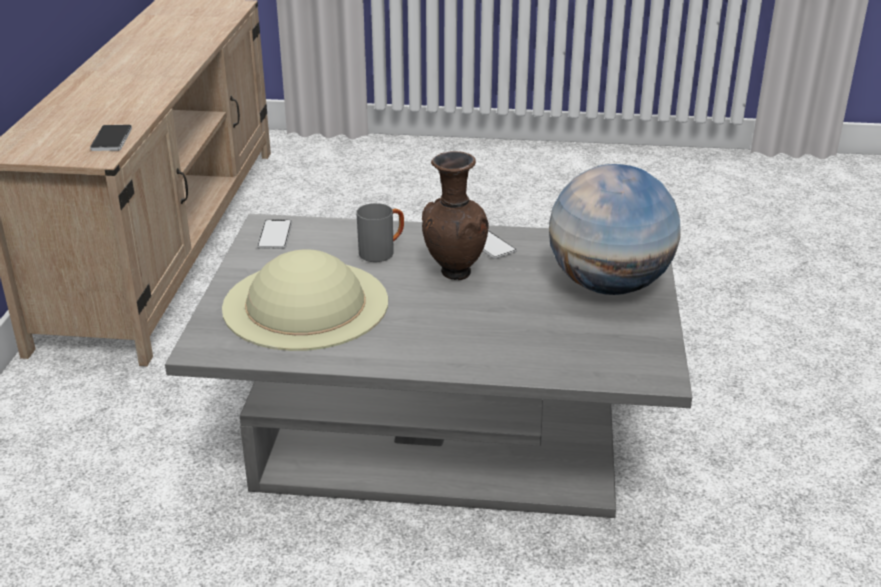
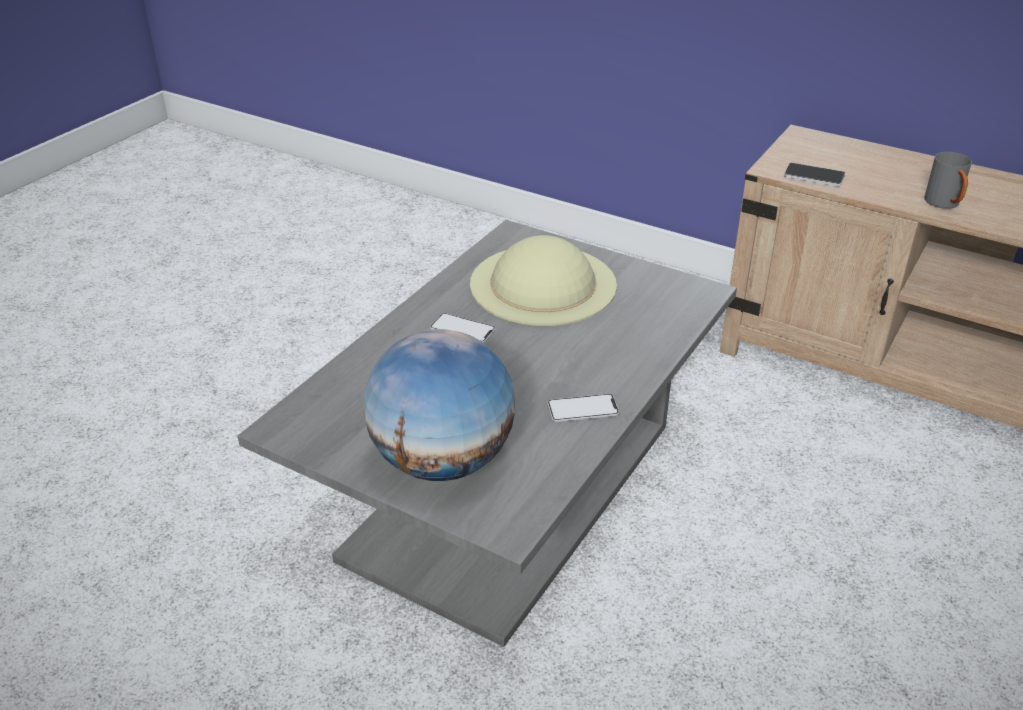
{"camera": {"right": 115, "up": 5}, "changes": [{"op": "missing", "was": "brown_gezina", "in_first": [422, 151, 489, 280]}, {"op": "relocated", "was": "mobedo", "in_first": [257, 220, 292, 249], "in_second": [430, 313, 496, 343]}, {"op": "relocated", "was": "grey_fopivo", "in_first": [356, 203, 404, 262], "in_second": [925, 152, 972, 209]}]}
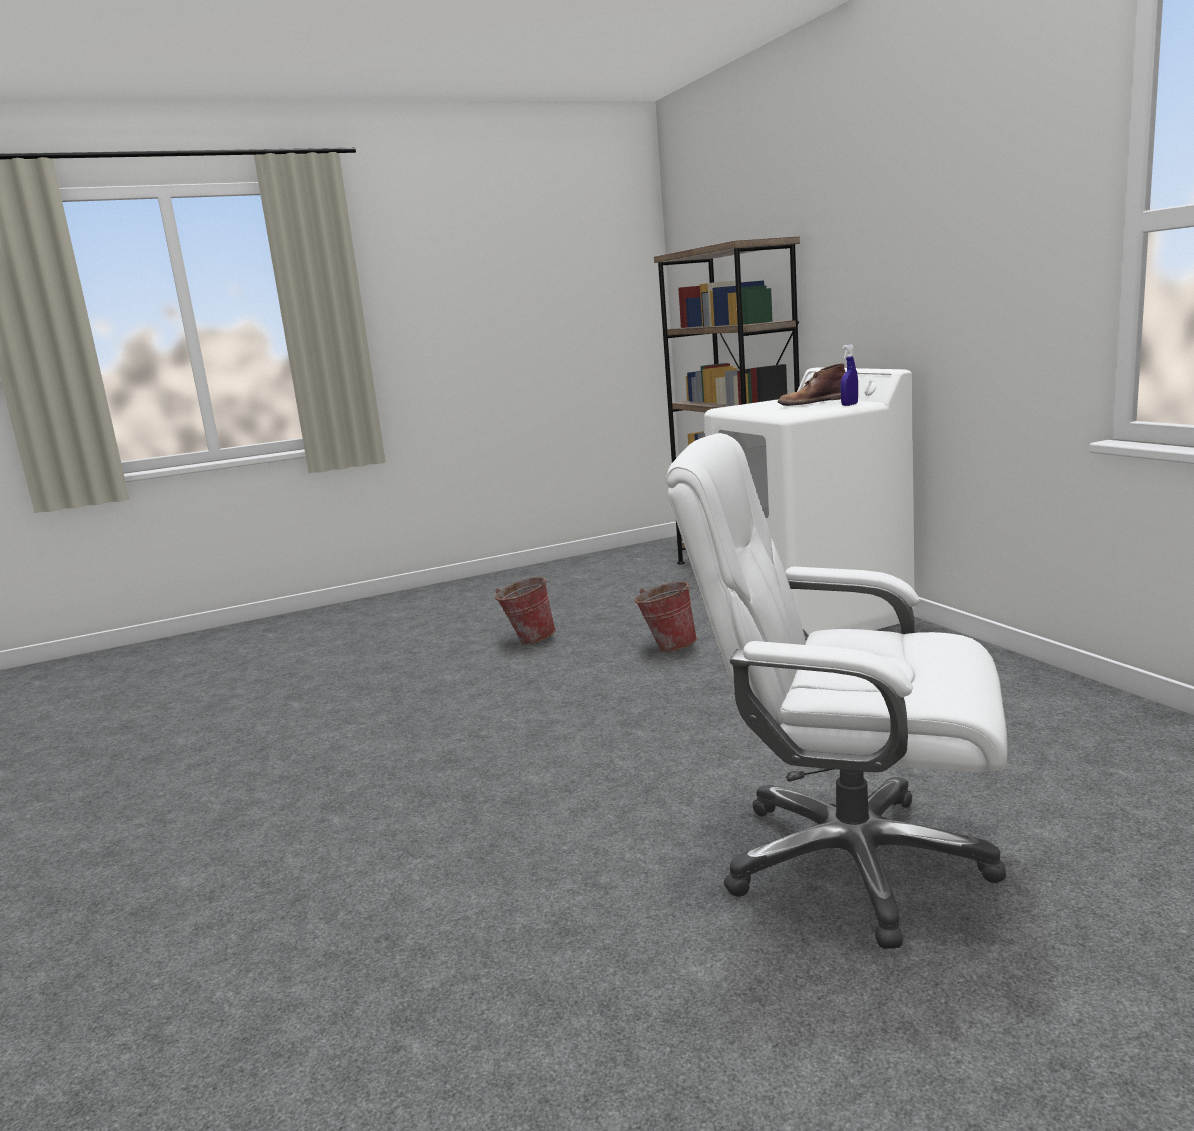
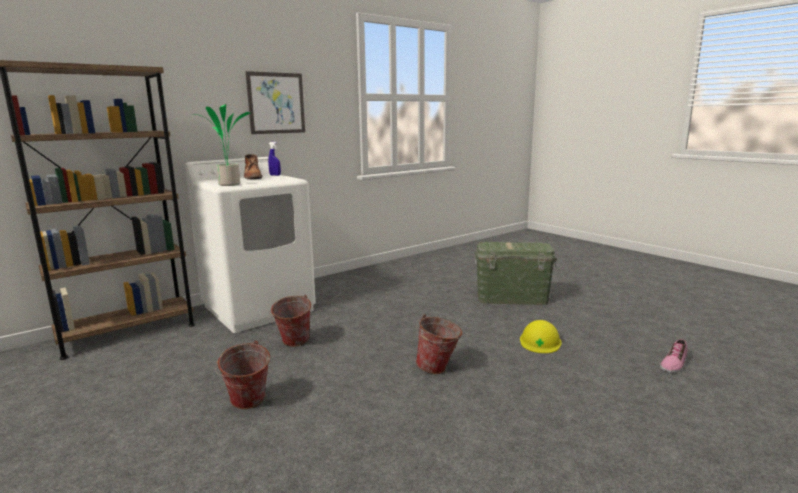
{"camera": {"right": -105, "up": 0}, "changes": [{"op": "appeared", "now": "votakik", "in_second": [193, 104, 250, 186]}, {"op": "appeared", "now": "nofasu", "in_second": [245, 71, 305, 134]}, {"op": "appeared", "now": "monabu", "in_second": [416, 314, 462, 374]}, {"op": "appeared", "now": "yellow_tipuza", "in_second": [520, 320, 562, 353]}, {"op": "appeared", "now": "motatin", "in_second": [660, 339, 687, 373]}, {"op": "exchanged", "was": "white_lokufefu", "now": "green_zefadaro", "in_first": [666, 433, 1007, 949], "in_second": [475, 242, 557, 305]}]}
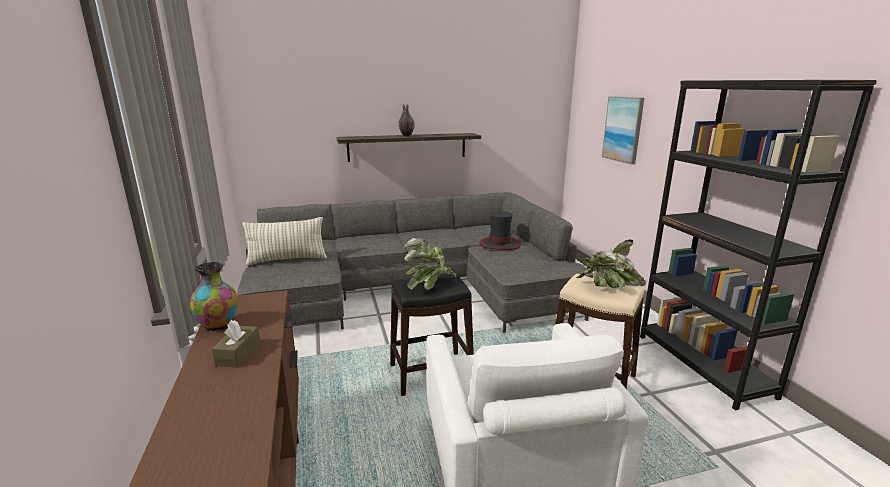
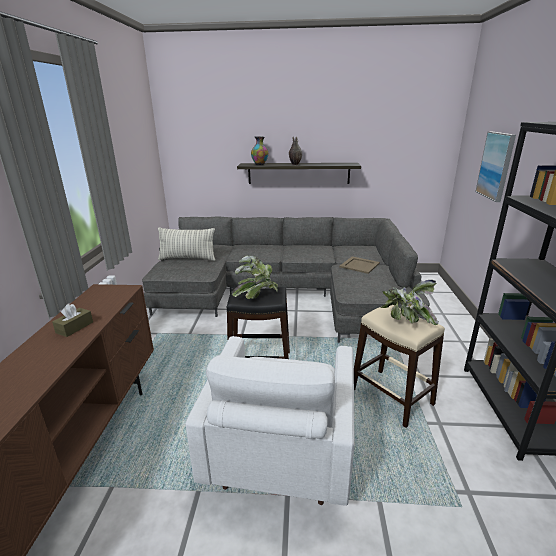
{"camera": {"right": 20, "up": 5}, "changes": [{"op": "relocated", "was": "gezina", "in_first": [190, 262, 238, 331], "in_second": [251, 136, 268, 165]}, {"op": "exchanged", "was": "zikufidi", "now": "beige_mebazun", "in_first": [479, 211, 521, 250], "in_second": [339, 256, 380, 274]}]}
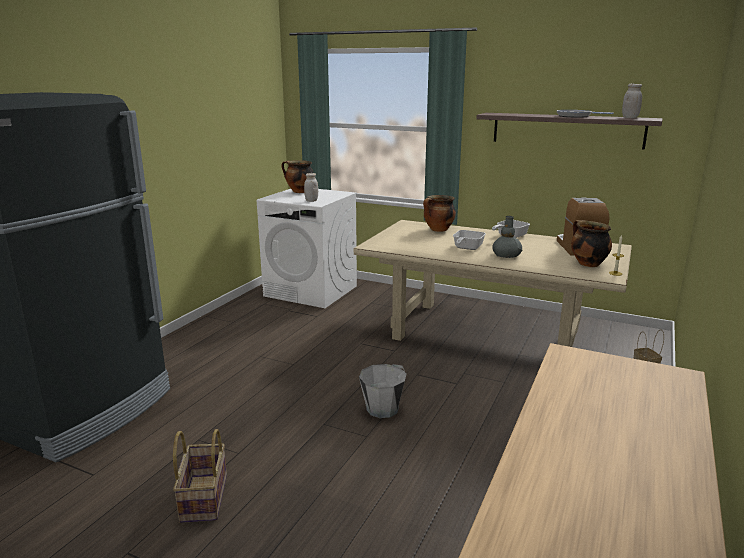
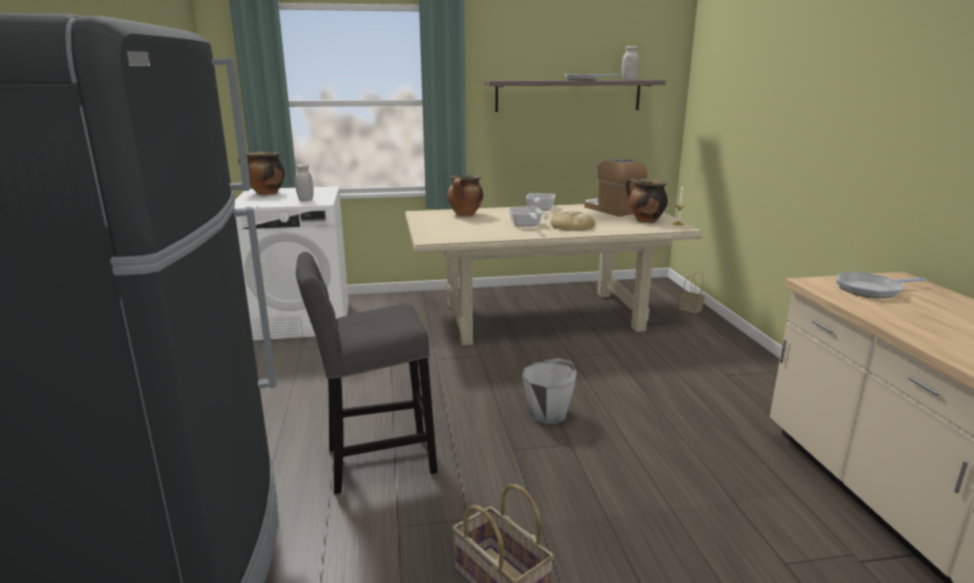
{"camera": {"right": -35, "up": 0}, "changes": [{"op": "appeared", "now": "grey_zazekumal", "in_second": [296, 252, 438, 494]}, {"op": "appeared", "now": "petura", "in_second": [836, 272, 926, 298]}, {"op": "exchanged", "was": "grey_gezina", "now": "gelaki", "in_first": [492, 216, 522, 258], "in_second": [551, 211, 595, 231]}]}
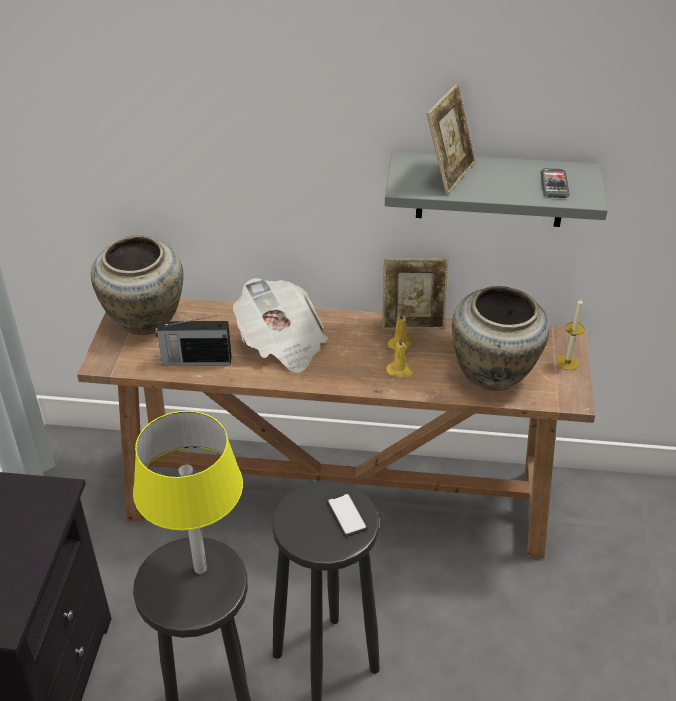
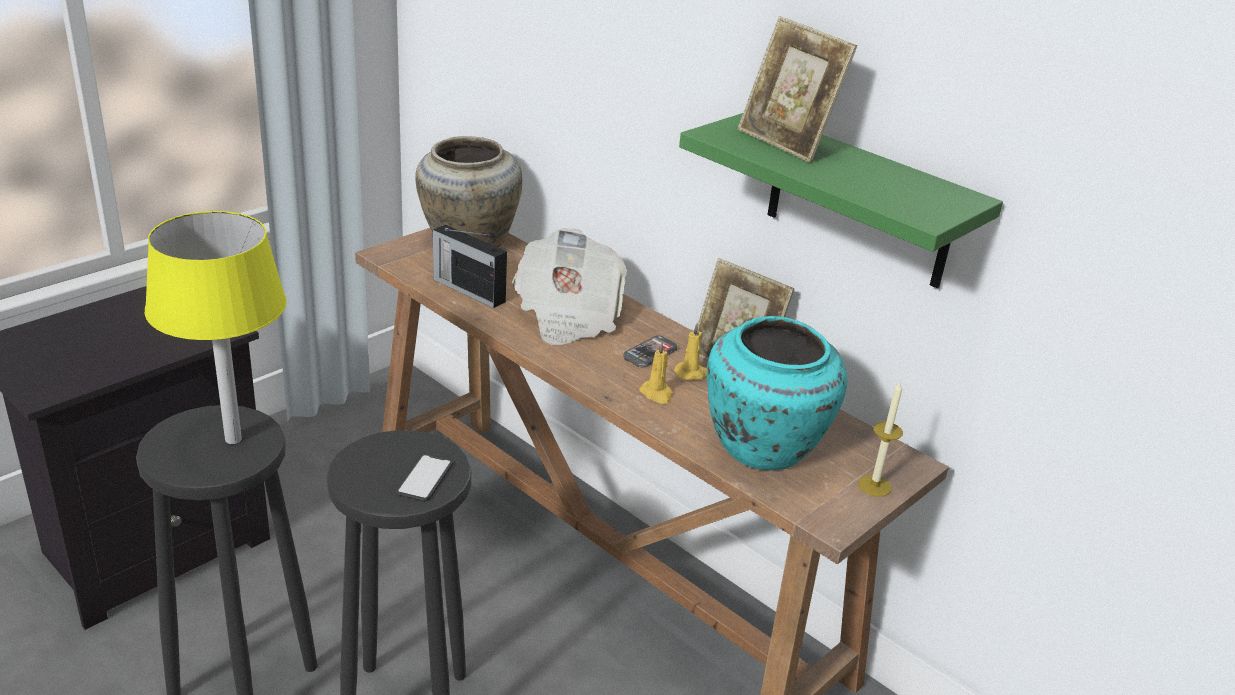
{"camera": {"right": 35, "up": -10}, "changes": [{"op": "relocated", "was": "mobedo", "in_first": [541, 168, 570, 198], "in_second": [623, 335, 677, 368]}, {"op": "colour", "was": "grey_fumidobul", "now": "green_fumidobul", "in_first": [385, 152, 608, 227], "in_second": [679, 113, 1003, 289]}, {"op": "colour", "was": "beige_gezina", "now": "turquoise_gezina", "in_first": [452, 286, 550, 391], "in_second": [707, 316, 847, 470]}, {"op": "spun", "was": "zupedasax", "in_first": [427, 83, 476, 195], "in_second": [737, 16, 857, 163], "clockwise": 75}]}
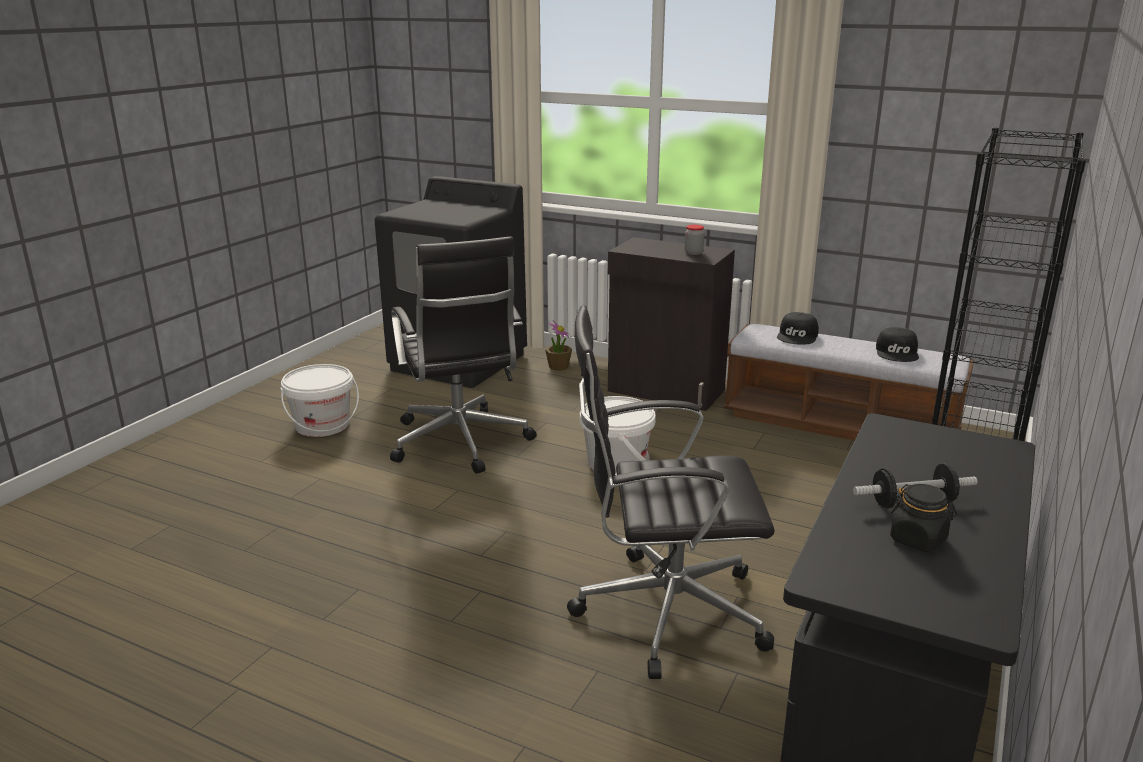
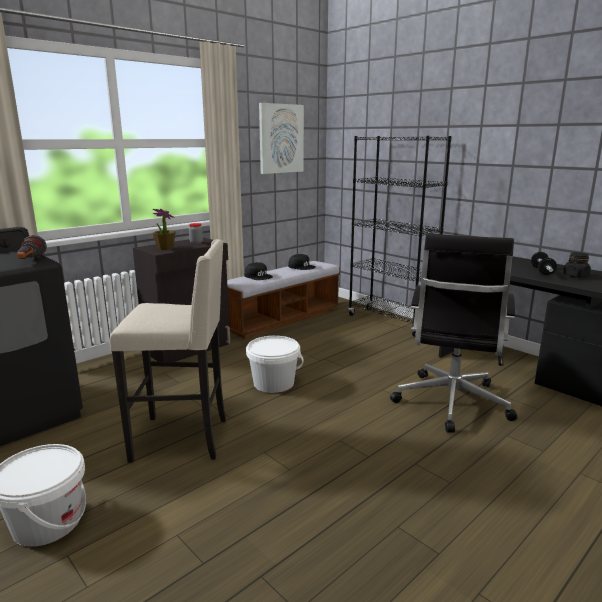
{"camera": {"right": -70, "up": -5}, "changes": [{"op": "appeared", "now": "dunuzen", "in_second": [17, 235, 47, 259]}, {"op": "appeared", "now": "nofasu", "in_second": [259, 103, 304, 174]}, {"op": "relocated", "was": "votakik", "in_first": [545, 320, 572, 371], "in_second": [152, 209, 176, 250]}, {"op": "exchanged", "was": "black_lokufefu", "now": "beige_zazekumal", "in_first": [390, 236, 537, 474], "in_second": [110, 239, 226, 463]}]}
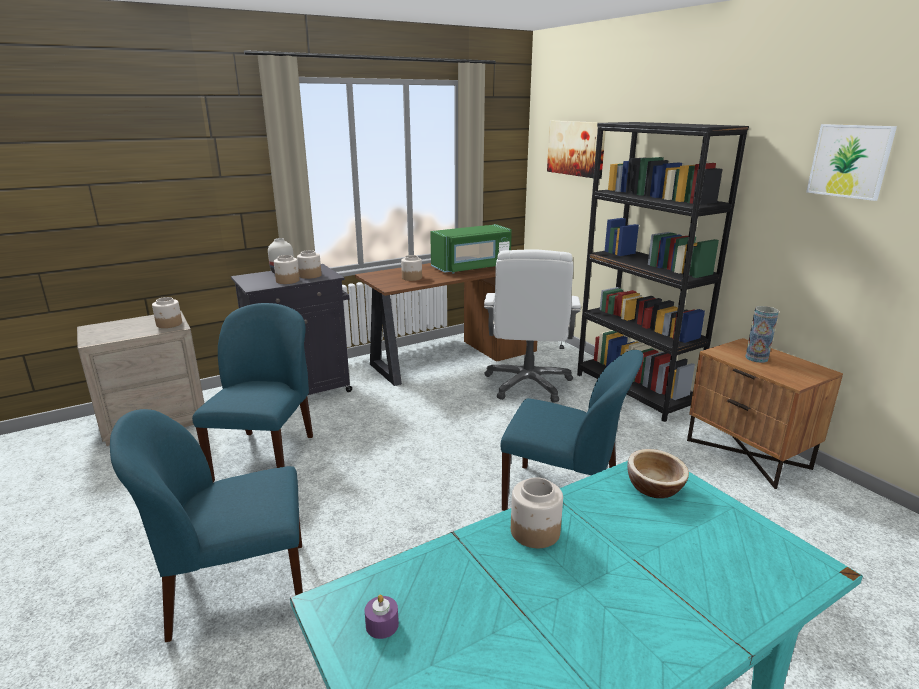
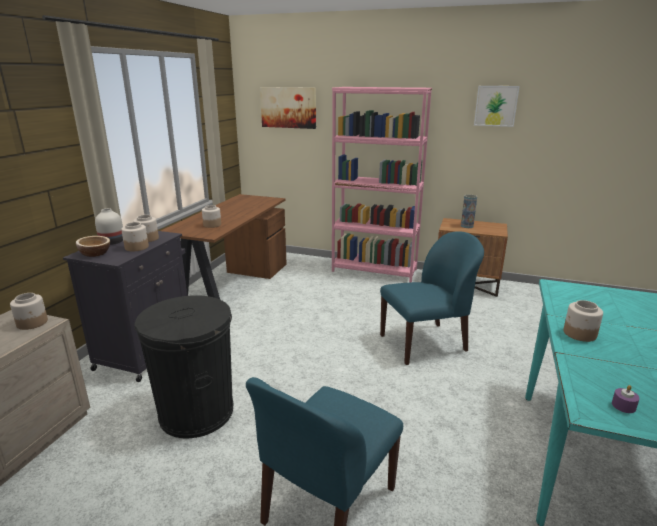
{"camera": {"right": -40, "up": 0}, "changes": [{"op": "missing", "was": "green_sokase", "in_first": [430, 224, 512, 273]}, {"op": "missing", "was": "white_lokufefu", "in_first": [484, 249, 581, 403]}, {"op": "relocated", "was": "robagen", "in_first": [627, 449, 689, 498], "in_second": [76, 236, 110, 257]}, {"op": "exchanged", "was": "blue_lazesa", "now": "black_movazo", "in_first": [192, 303, 313, 482], "in_second": [134, 295, 233, 438]}, {"op": "colour", "was": "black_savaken", "now": "pink_savaken", "in_first": [577, 122, 749, 422], "in_second": [332, 87, 432, 282]}]}
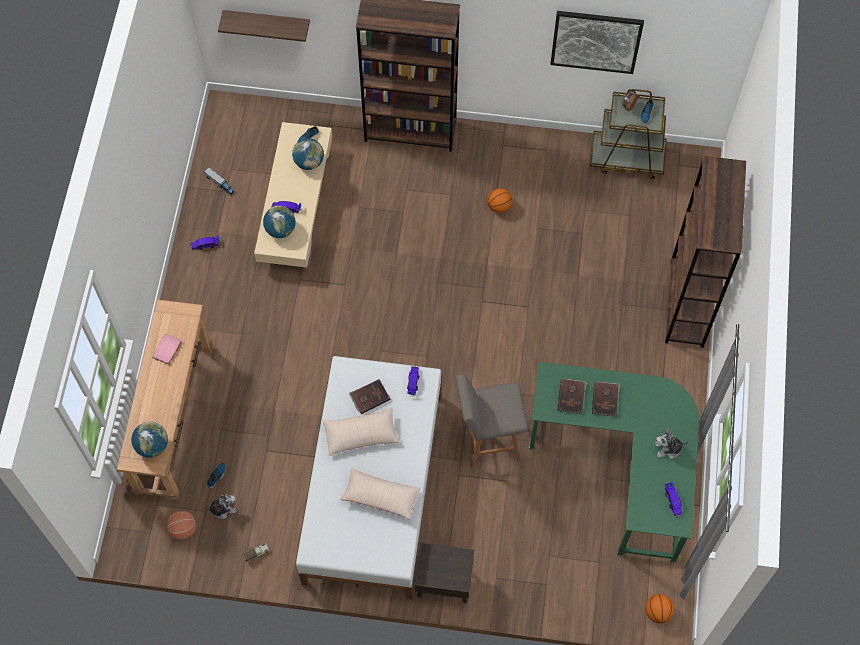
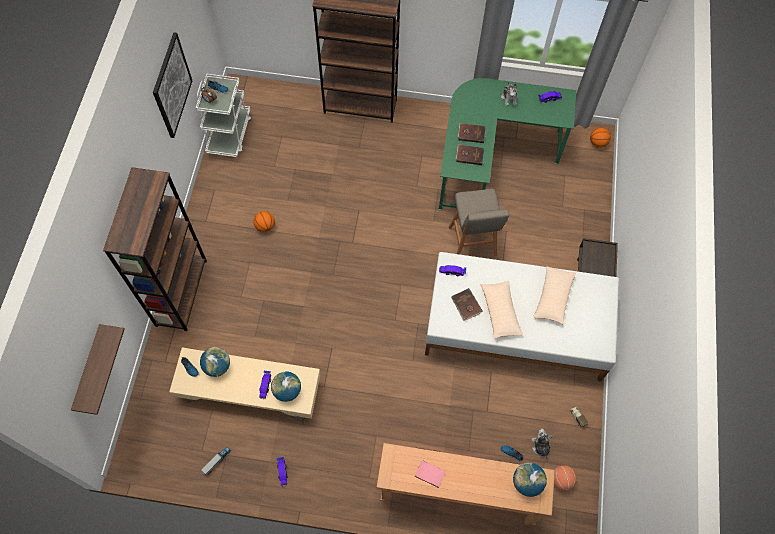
{"camera": {"right": -90, "up": 0}, "changes": [{"op": "colour", "was": "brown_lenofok", "now": "white_lenofok", "in_first": [590, 89, 667, 179], "in_second": [196, 74, 251, 157]}]}
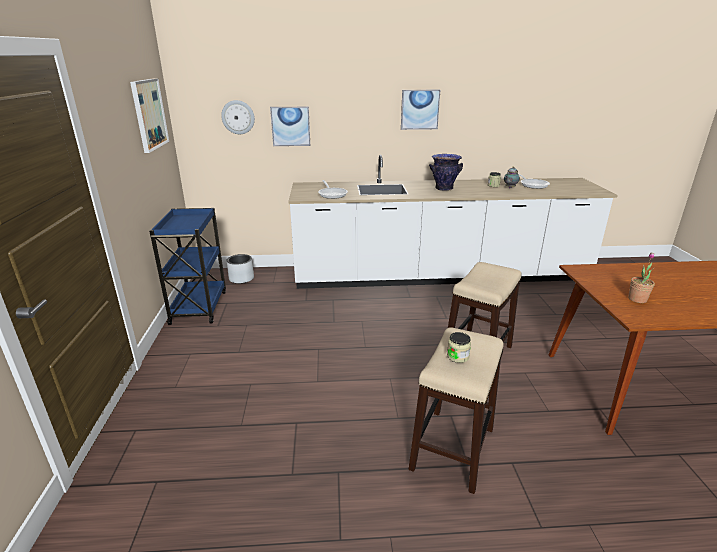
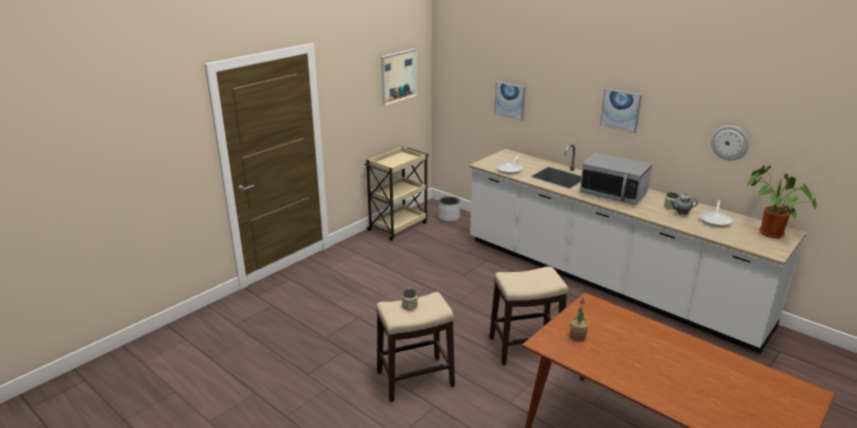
{"camera": {"right": 45, "up": 0}, "changes": [{"op": "appeared", "now": "votakik", "in_second": [747, 165, 817, 238]}, {"op": "relocated", "was": "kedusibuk", "in_first": [221, 100, 255, 134], "in_second": [711, 125, 749, 161]}, {"op": "exchanged", "was": "gezina", "now": "sokase", "in_first": [429, 154, 463, 191], "in_second": [580, 152, 652, 205]}, {"op": "colour", "was": "blue_lenofok", "now": "beige_lenofok", "in_first": [149, 208, 226, 325], "in_second": [364, 146, 429, 241]}]}
